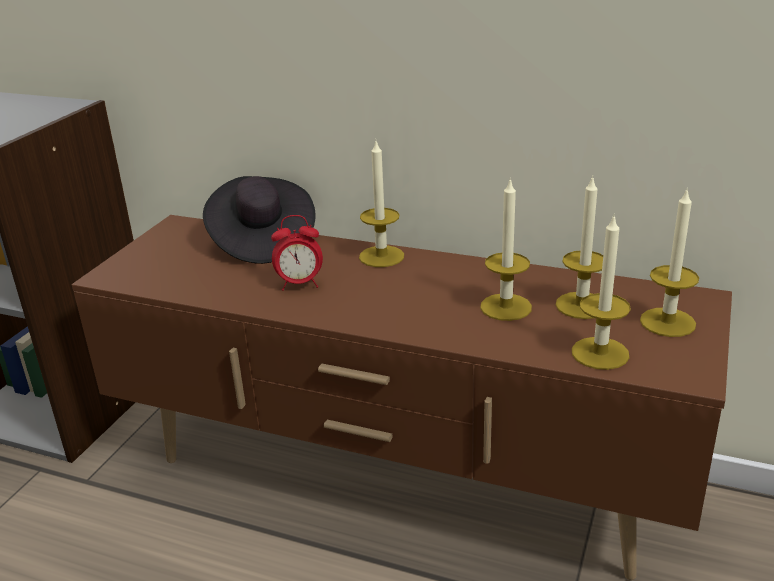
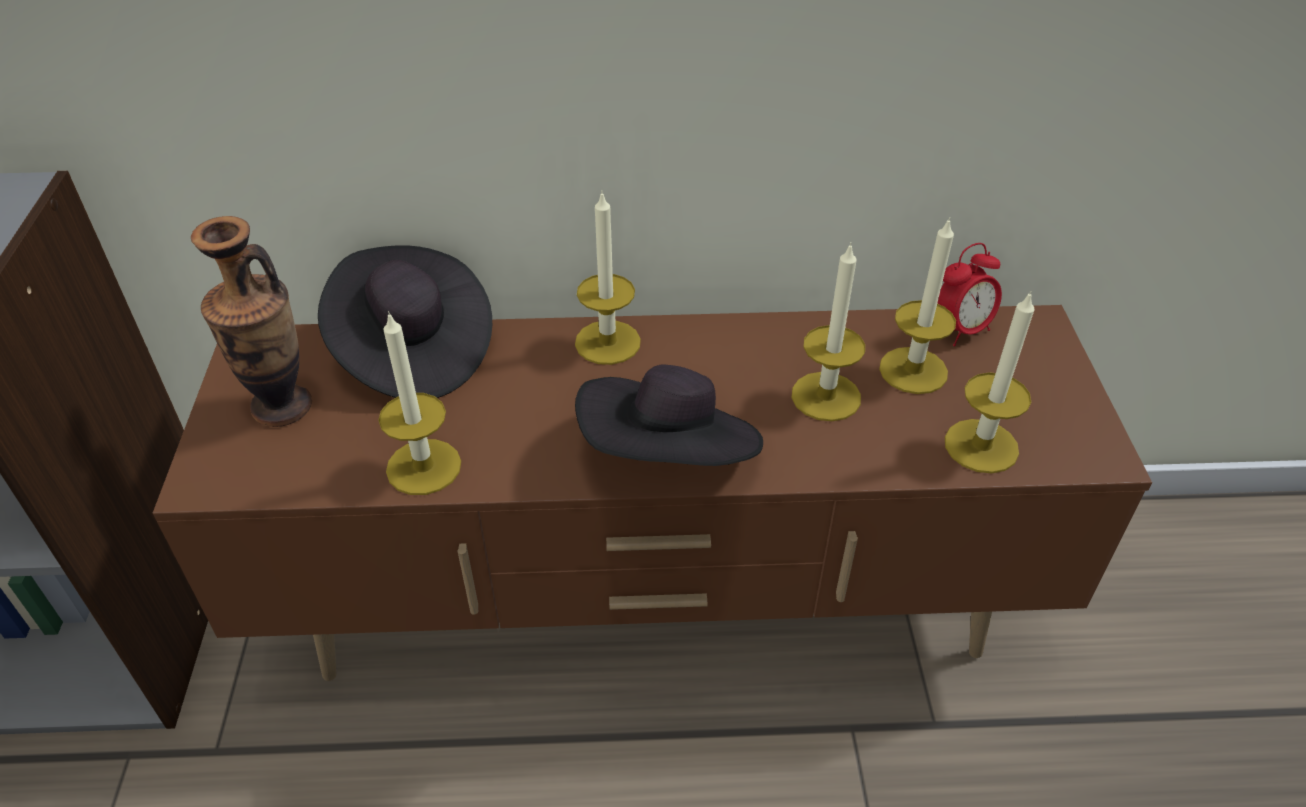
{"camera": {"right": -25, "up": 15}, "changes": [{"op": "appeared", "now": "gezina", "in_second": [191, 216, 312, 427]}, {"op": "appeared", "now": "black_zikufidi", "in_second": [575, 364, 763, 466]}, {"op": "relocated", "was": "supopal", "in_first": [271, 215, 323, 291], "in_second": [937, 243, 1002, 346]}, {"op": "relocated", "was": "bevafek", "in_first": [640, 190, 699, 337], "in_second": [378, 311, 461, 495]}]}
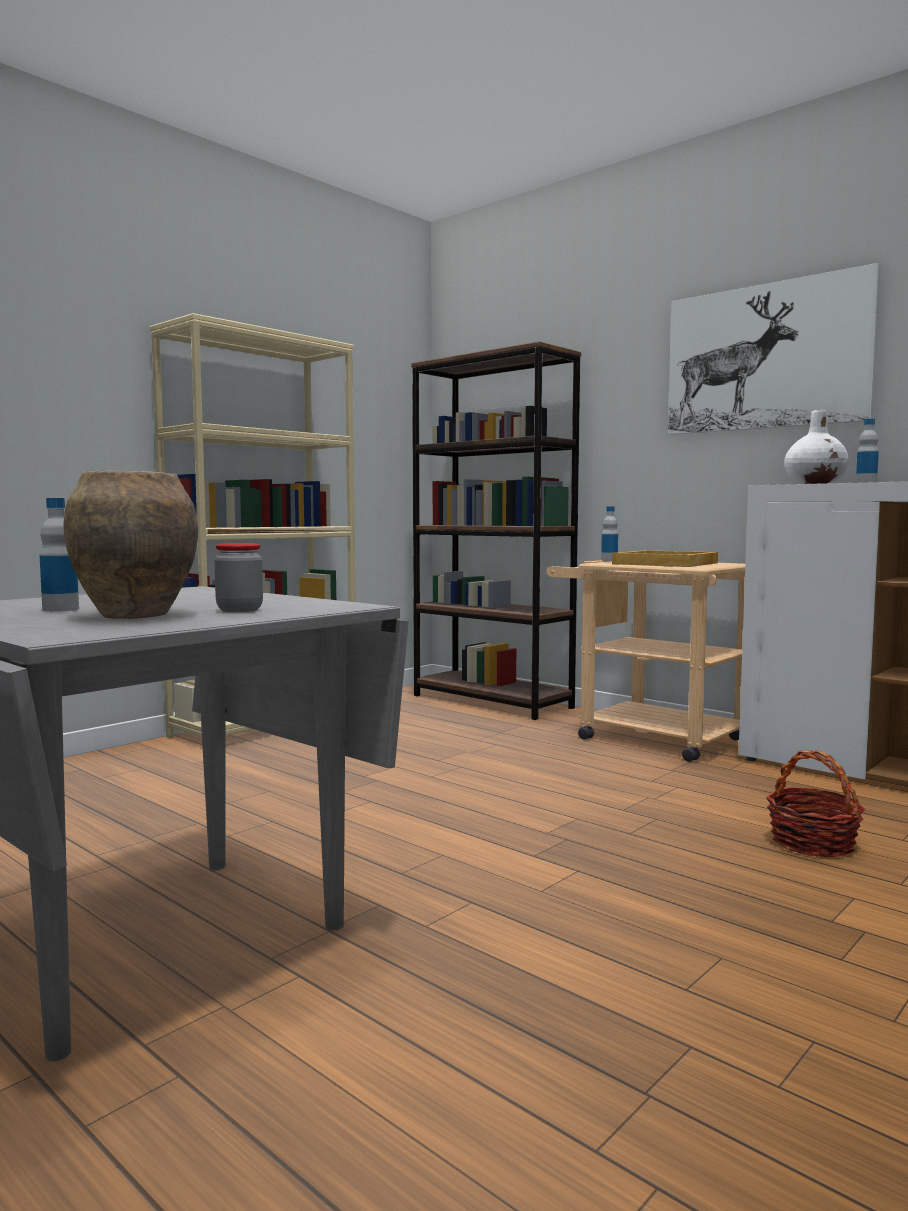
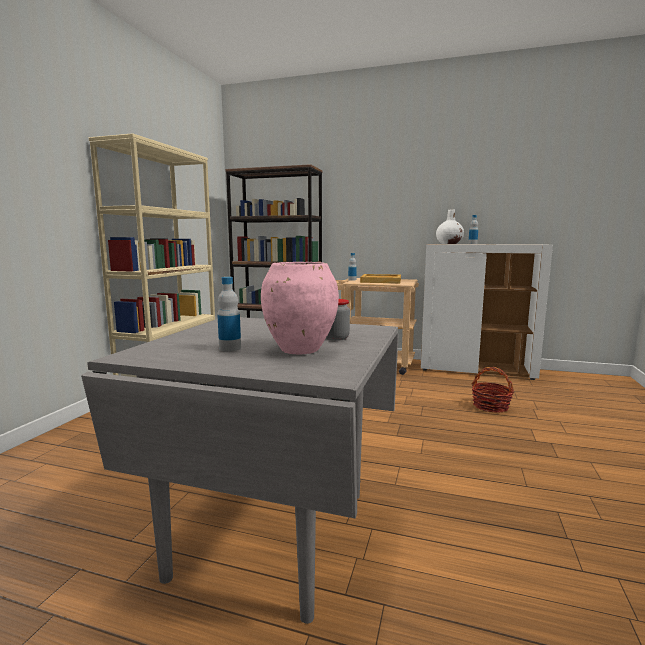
{"camera": {"right": -25, "up": 5}, "changes": [{"op": "missing", "was": "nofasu", "in_first": [668, 263, 881, 435]}, {"op": "colour", "was": "brown_gezina", "now": "pink_gezina", "in_first": [64, 470, 198, 619], "in_second": [261, 262, 339, 355]}]}
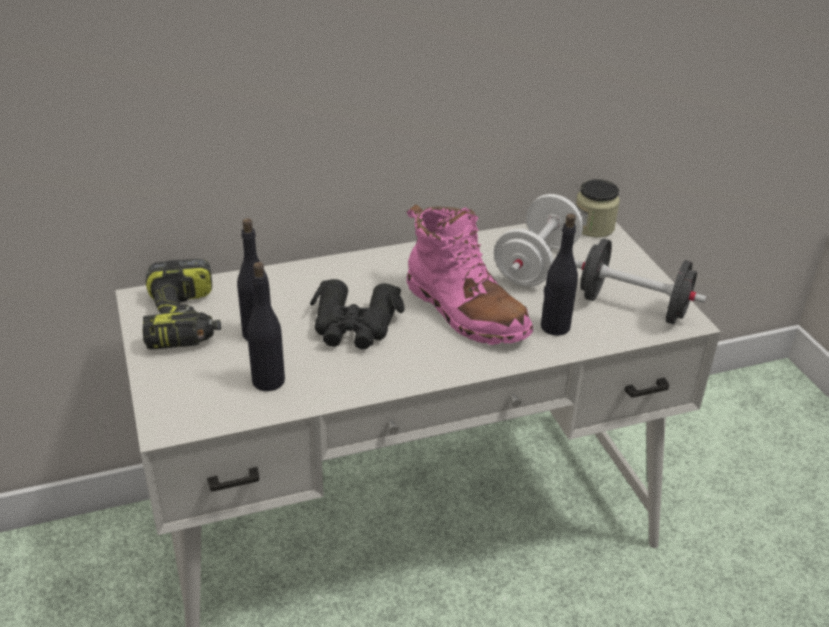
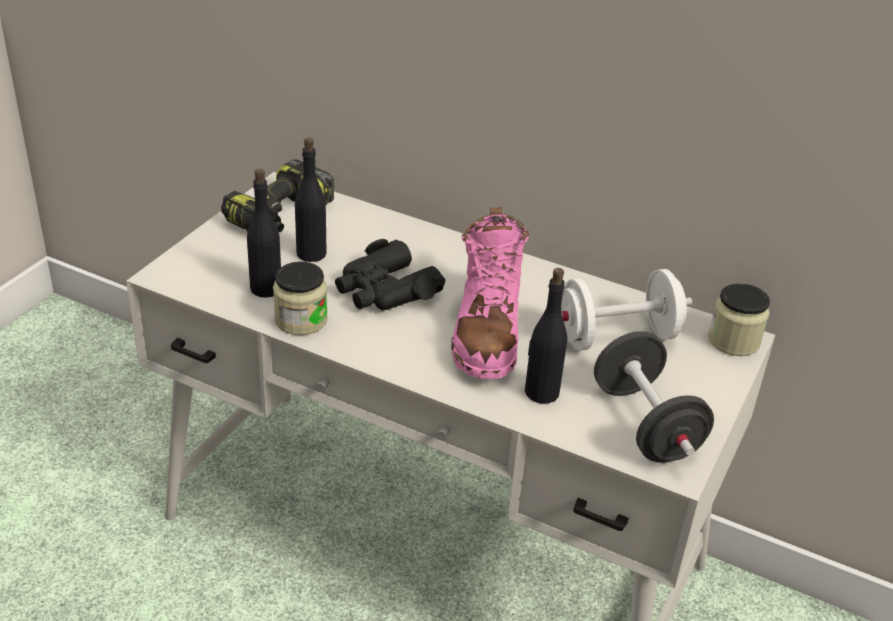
{"camera": {"right": 45, "up": 0}, "changes": [{"op": "appeared", "now": "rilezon", "in_second": [273, 262, 328, 335]}]}
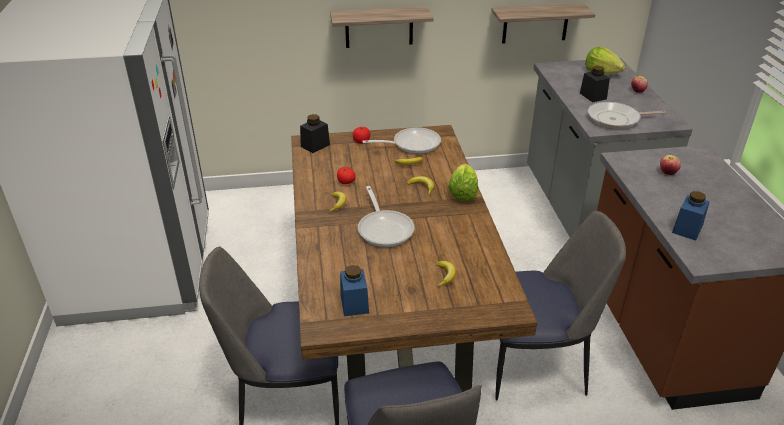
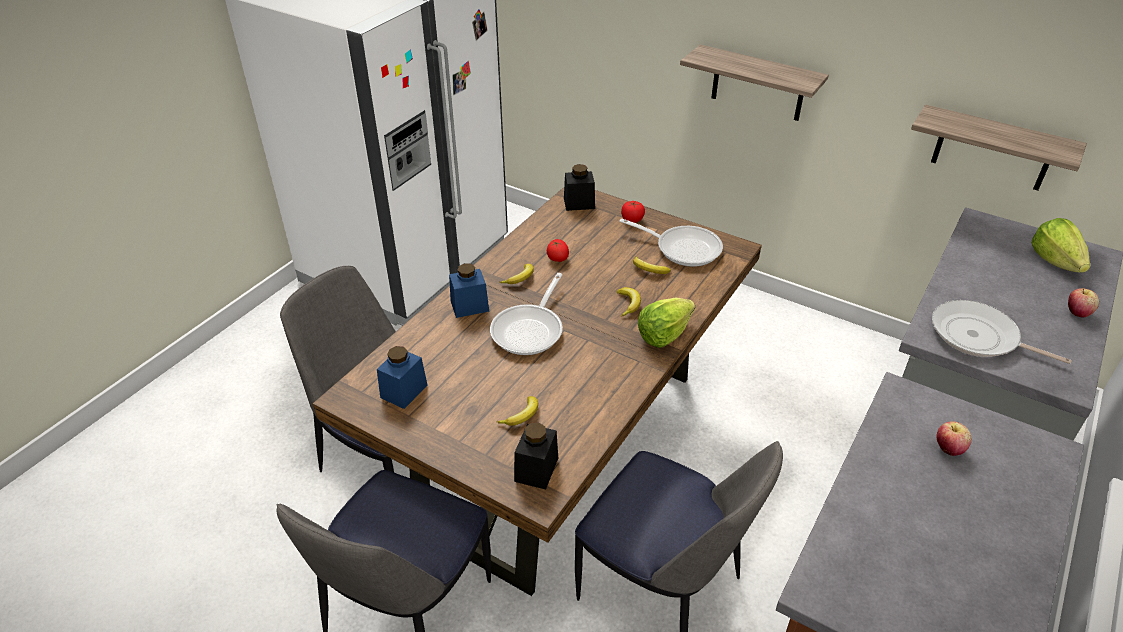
{"camera": {"right": 40, "up": 5}, "changes": [{"op": "relocated", "was": "black_rilezon", "in_first": [580, 66, 610, 102], "in_second": [514, 423, 558, 490]}, {"op": "relocated", "was": "blue_rilezon", "in_first": [672, 191, 710, 241], "in_second": [449, 263, 489, 318]}]}
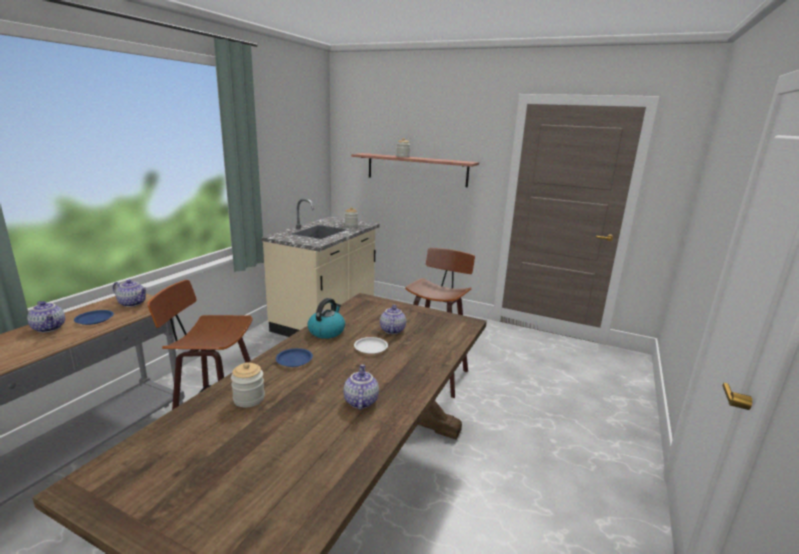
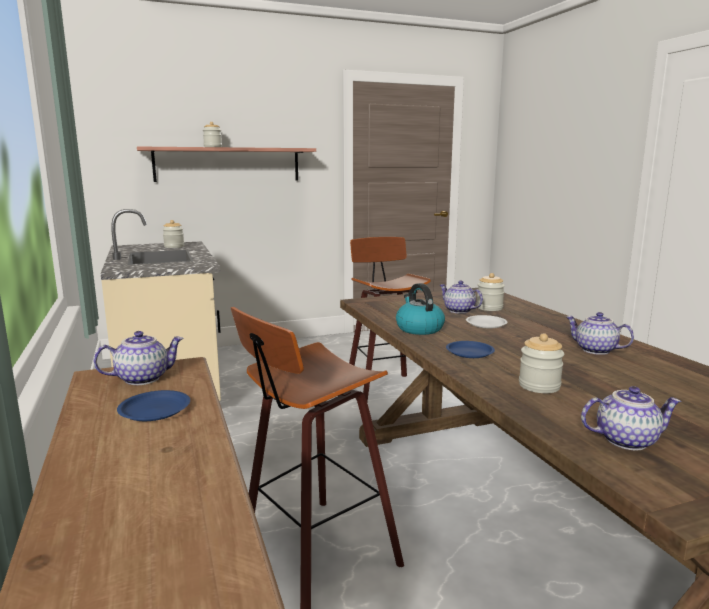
{"camera": {"right": -45, "up": -5}, "changes": [{"op": "appeared", "now": "rilezon", "in_second": [476, 273, 505, 311]}, {"op": "relocated", "was": "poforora", "in_first": [27, 301, 65, 333], "in_second": [581, 386, 682, 450]}]}
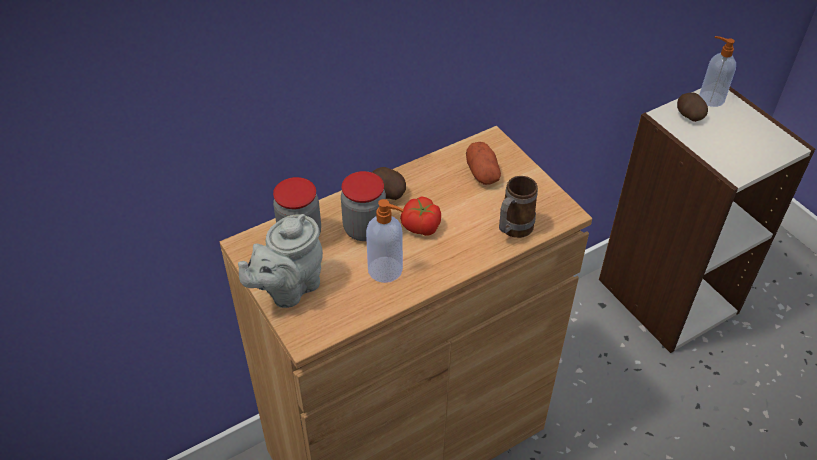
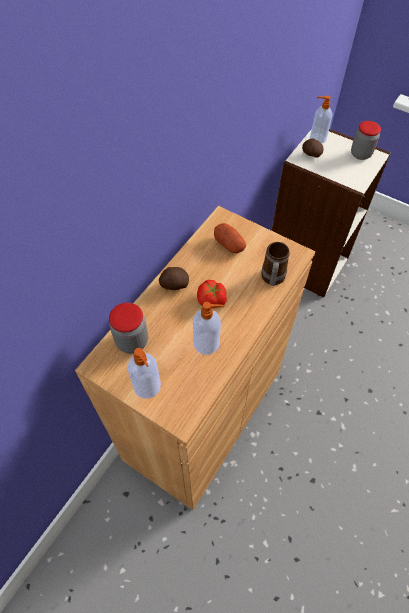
{"camera": {"right": -25, "up": 10}, "changes": [{"op": "relocated", "was": "rilezon", "in_first": [341, 171, 386, 241], "in_second": [351, 121, 381, 160]}, {"op": "exchanged", "was": "grey_poforora", "now": "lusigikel", "in_first": [238, 214, 323, 308], "in_second": [128, 348, 161, 398]}]}
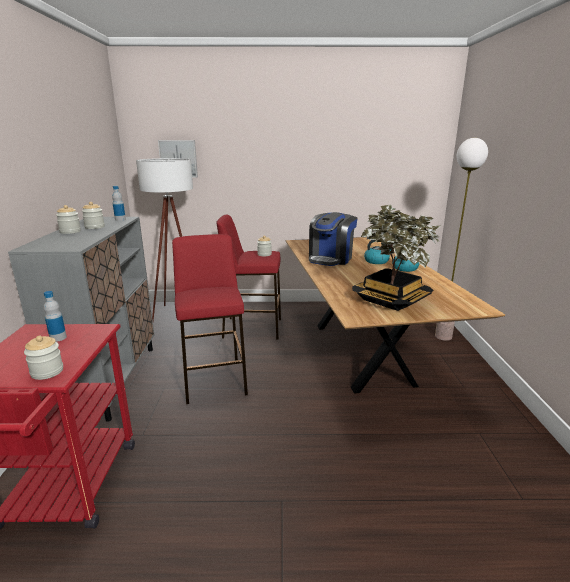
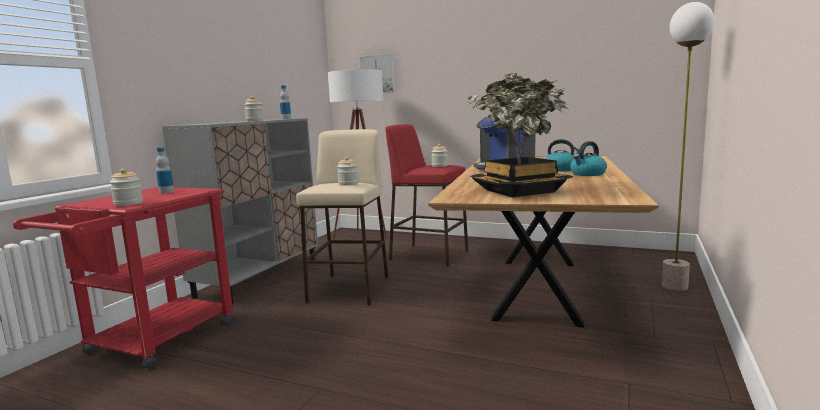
{"camera": {"right": 25, "up": -10}, "changes": [{"op": "relocated", "was": "rilezon", "in_first": [56, 205, 81, 234], "in_second": [337, 157, 358, 185]}, {"op": "colour", "was": "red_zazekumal", "now": "beige_zazekumal", "in_first": [172, 234, 248, 404], "in_second": [296, 129, 388, 305]}]}
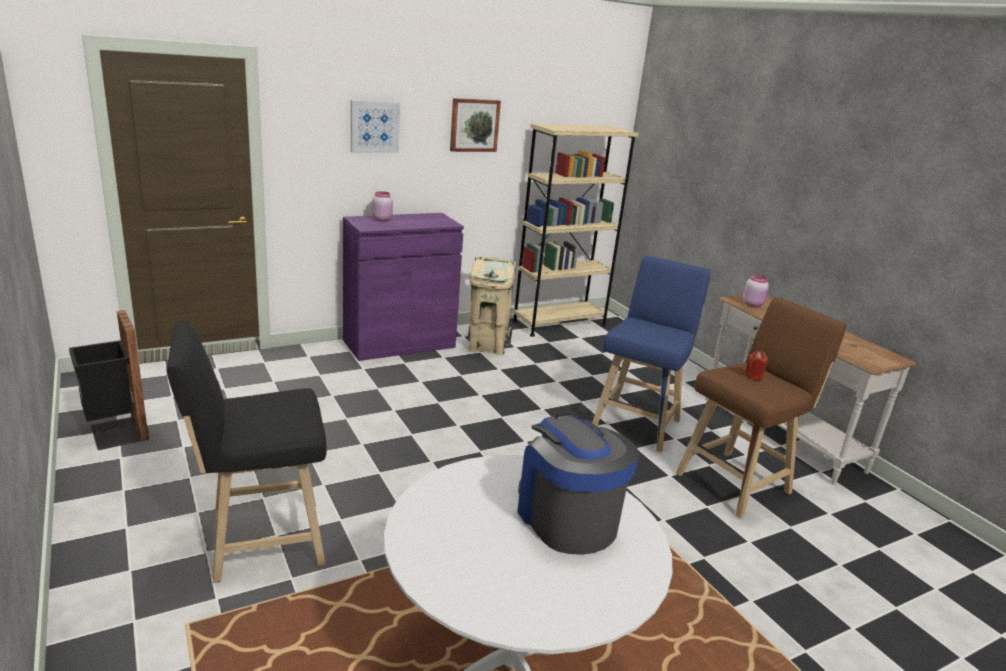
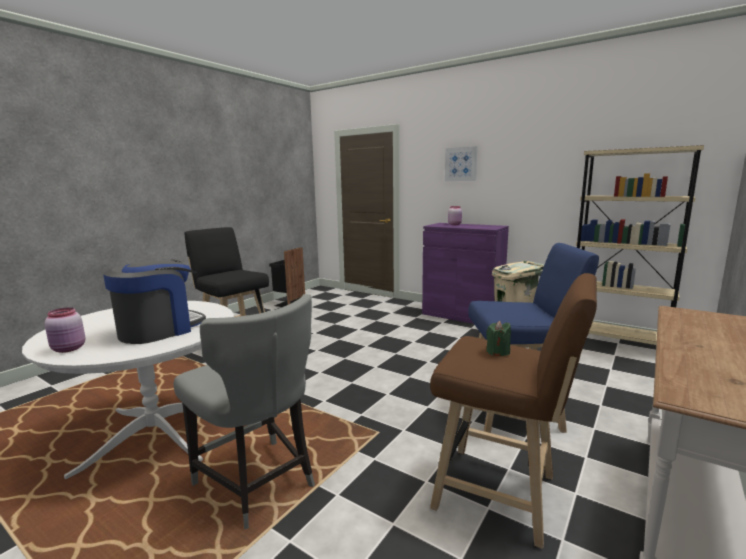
{"camera": {"right": 65, "up": -10}, "changes": [{"op": "missing", "was": "nofasu", "in_first": [450, 98, 501, 152]}, {"op": "appeared", "now": "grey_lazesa", "in_second": [174, 294, 315, 529]}, {"op": "relocated", "was": "pink_rilezon", "in_first": [743, 275, 769, 307], "in_second": [45, 307, 86, 353]}, {"op": "colour", "was": "red_bevafek", "now": "green_bevafek", "in_first": [745, 351, 768, 380], "in_second": [486, 321, 511, 356]}]}
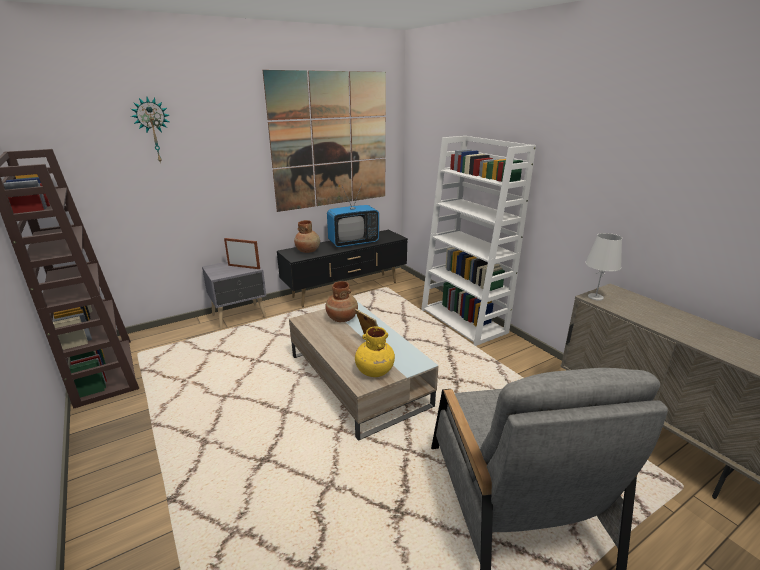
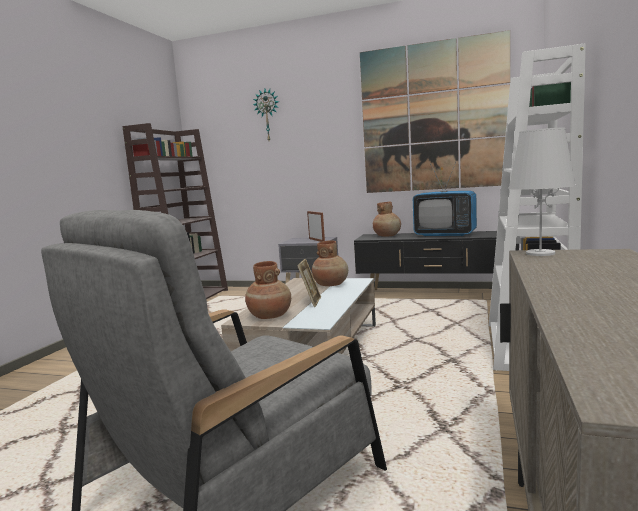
{"camera": {"right": 50, "up": -15}, "changes": [{"op": "colour", "was": "yellow_gezina", "now": "brown_gezina", "in_first": [355, 326, 395, 377], "in_second": [245, 261, 291, 319]}]}
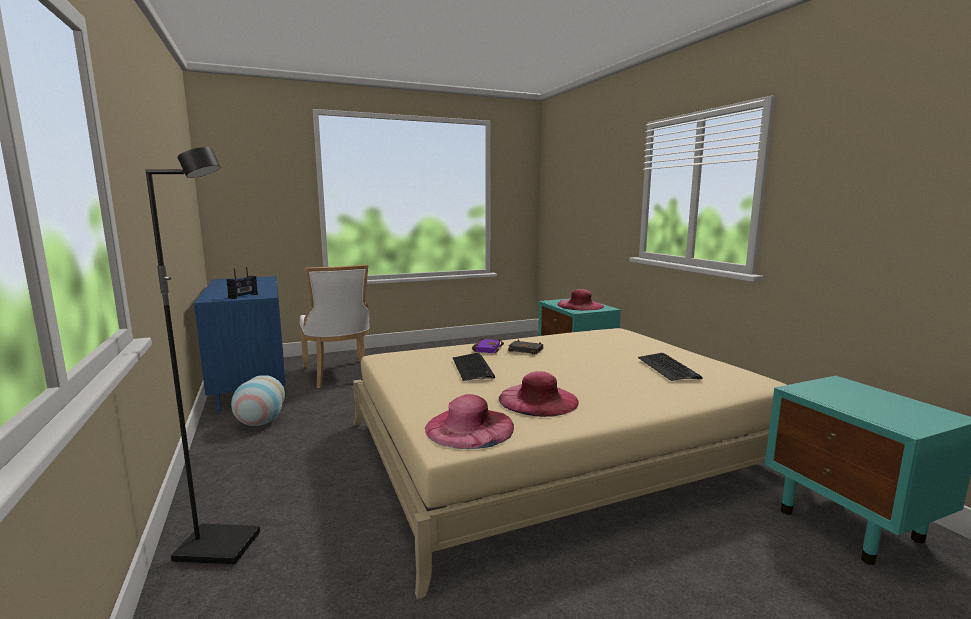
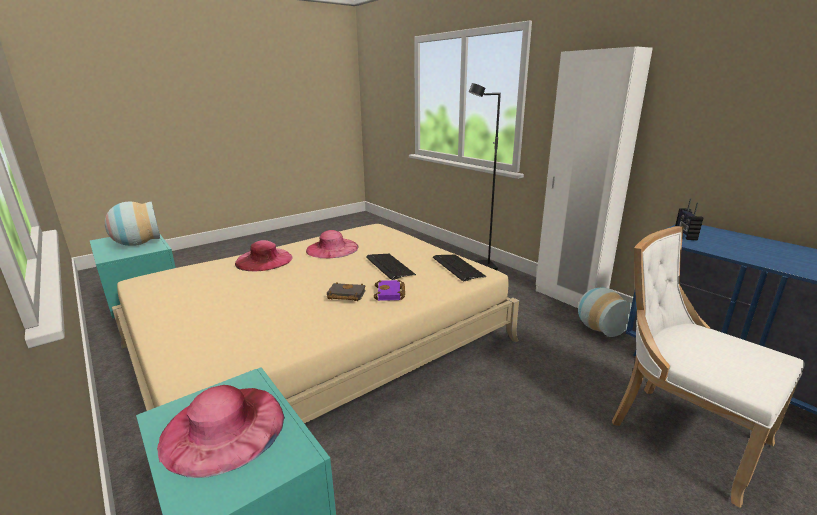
{"camera": {"right": 165, "up": 10}, "changes": [{"op": "appeared", "now": "gezina", "in_second": [105, 201, 160, 246]}, {"op": "appeared", "now": "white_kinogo", "in_second": [536, 46, 653, 308]}, {"op": "relocated", "was": "pink_zikufidi", "in_first": [425, 394, 514, 449], "in_second": [235, 240, 293, 271]}, {"op": "relocated", "was": "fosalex", "in_first": [638, 353, 703, 381], "in_second": [433, 255, 487, 281]}]}
